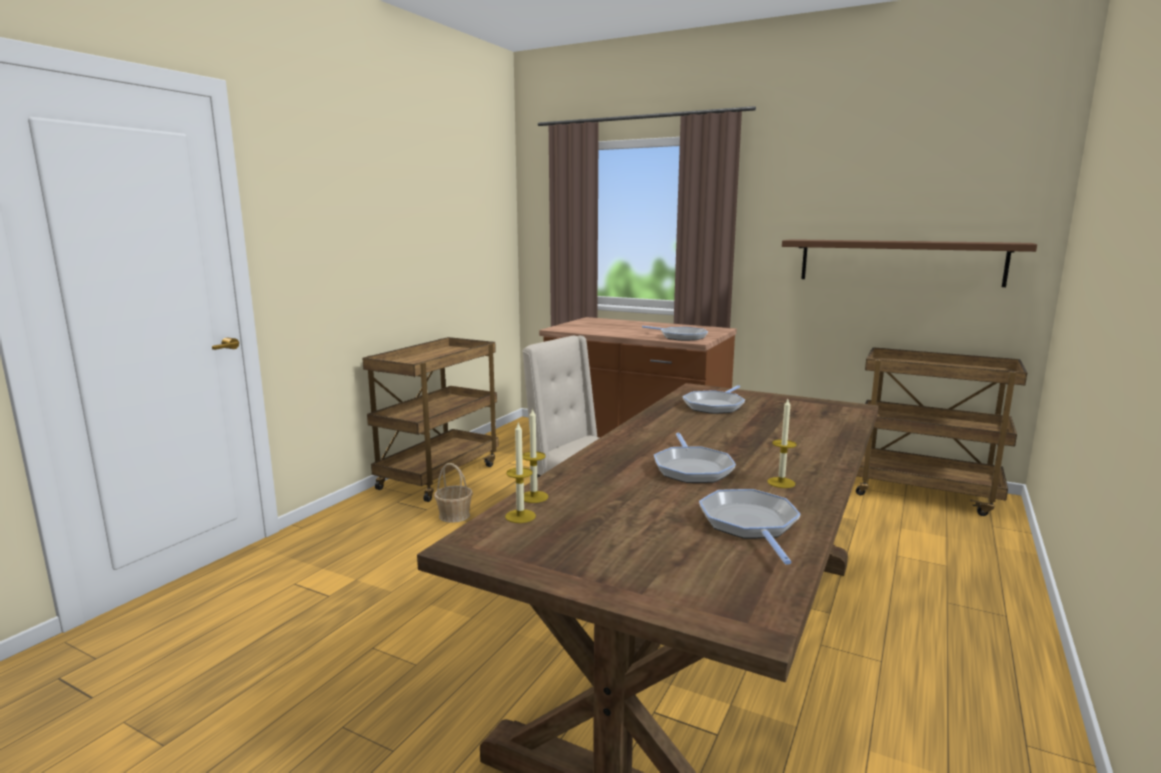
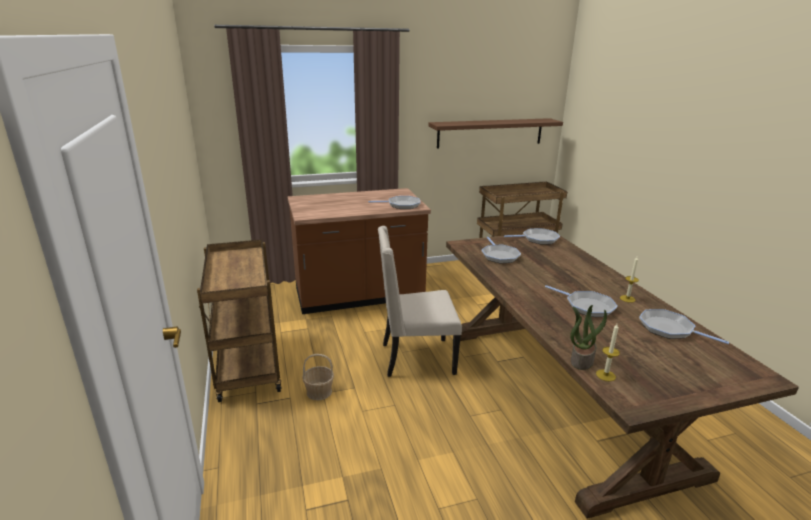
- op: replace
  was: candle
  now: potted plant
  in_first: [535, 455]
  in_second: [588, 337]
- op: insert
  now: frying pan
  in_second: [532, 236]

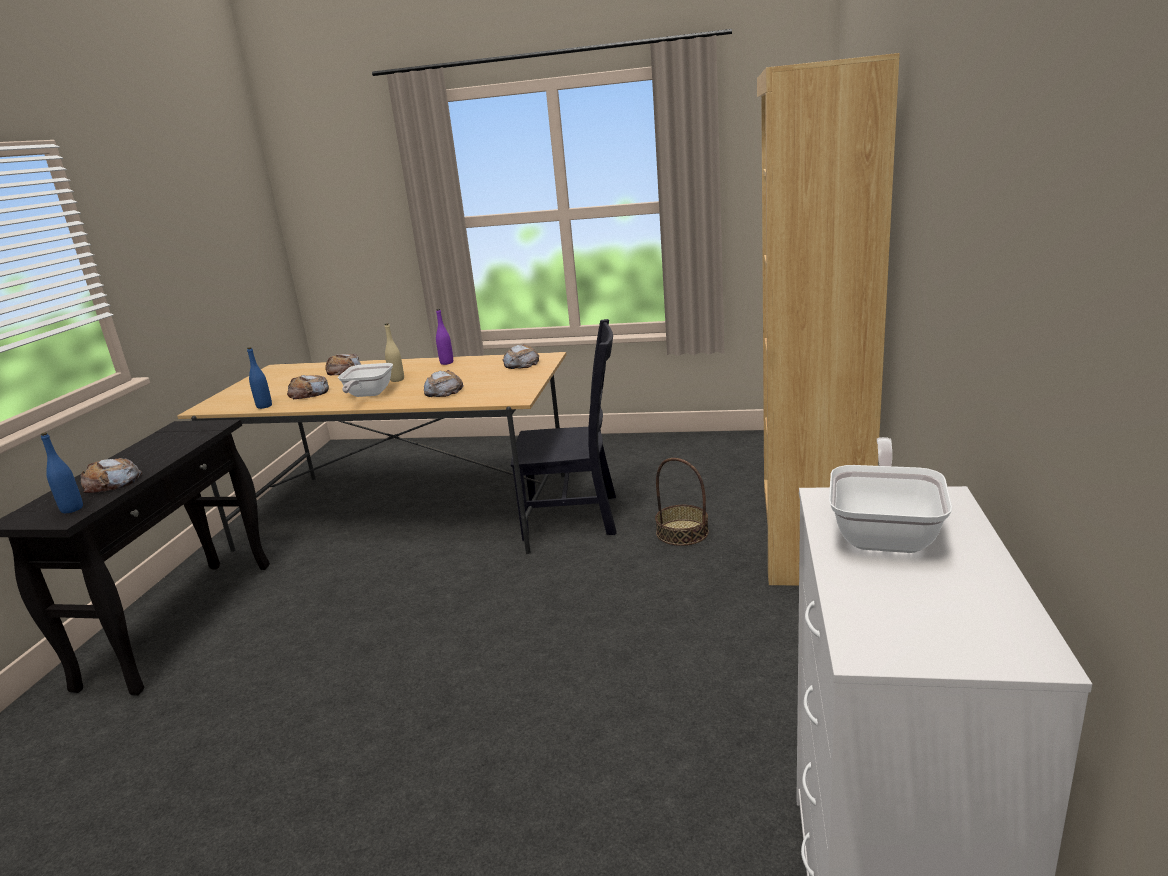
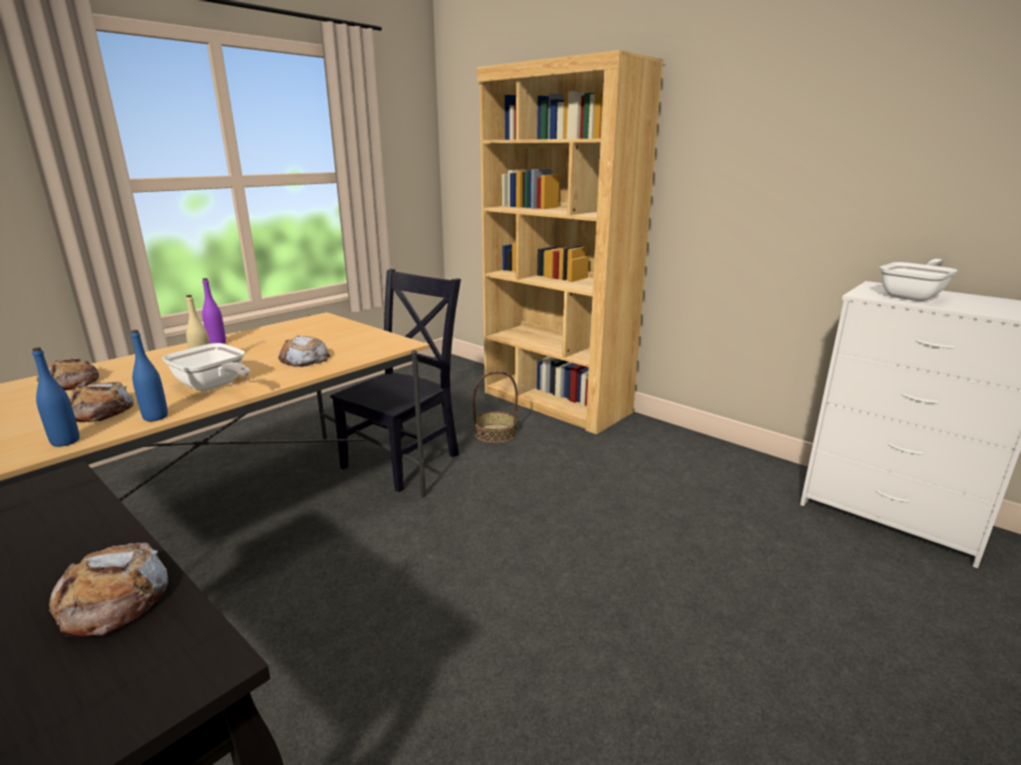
- op: move
  was: blue bottle
  in_first: [62, 472]
  in_second: [149, 375]
- op: delete
  was: bread
  in_first: [521, 356]
- op: rotate
  was: frying pan
  in_first: [890, 495]
  in_second: [918, 280]
  clockwise: 90

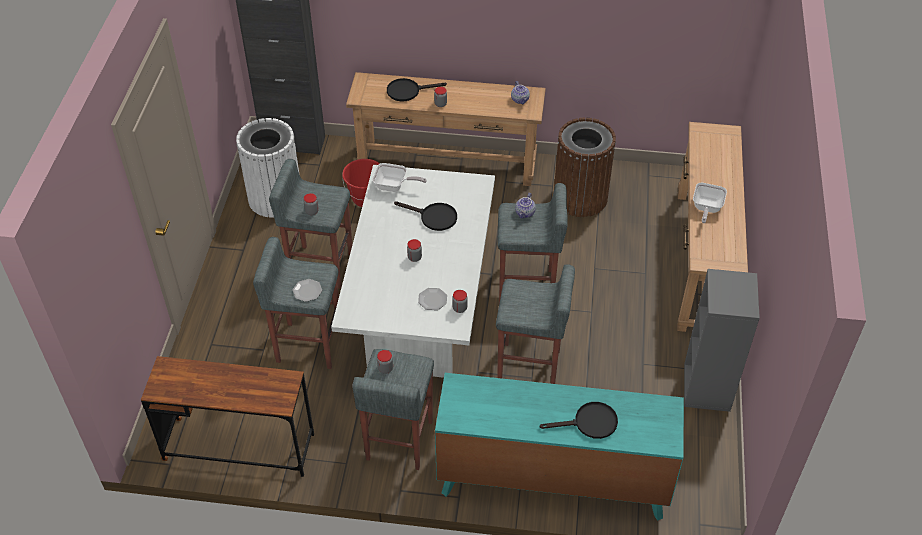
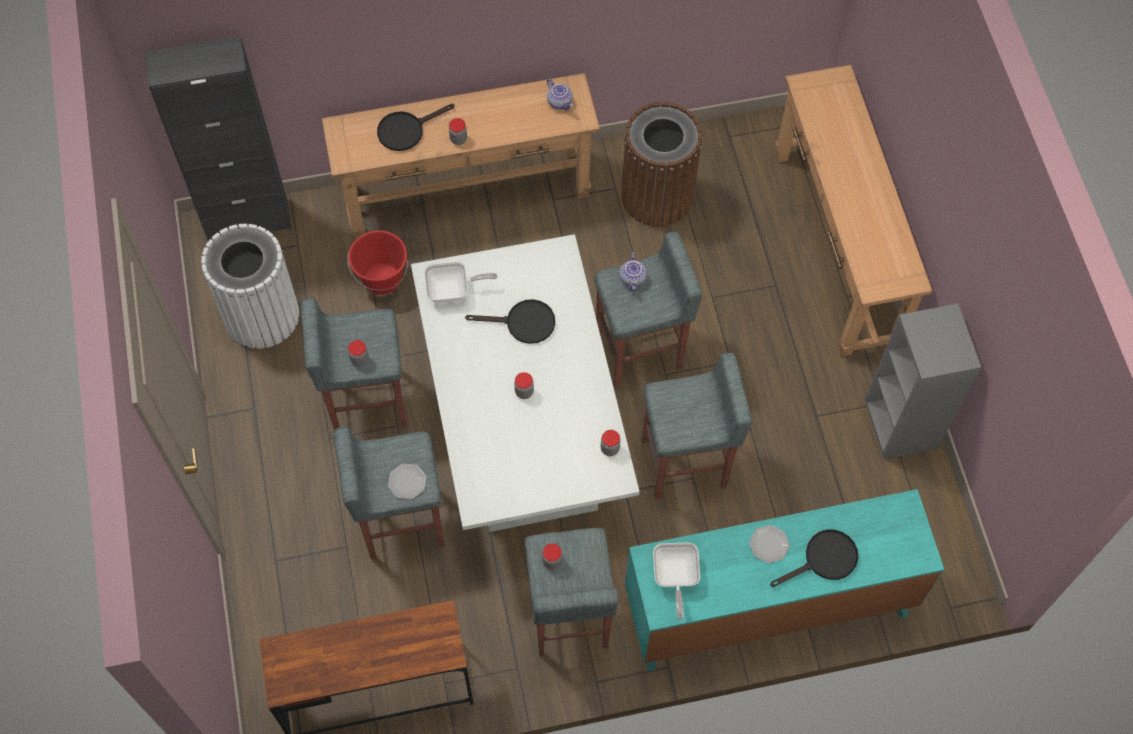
- op: move
  was: plate
  in_first: [432, 299]
  in_second: [769, 544]
- op: move
  was: frying pan
  in_first: [710, 203]
  in_second: [676, 581]

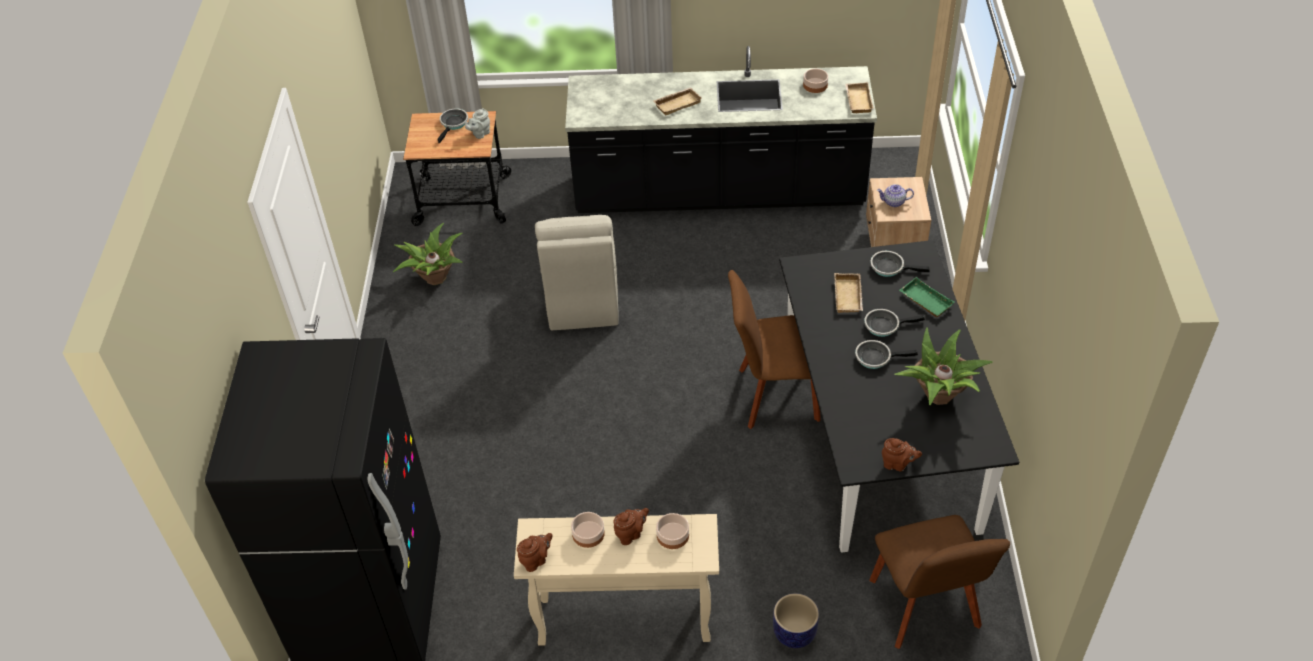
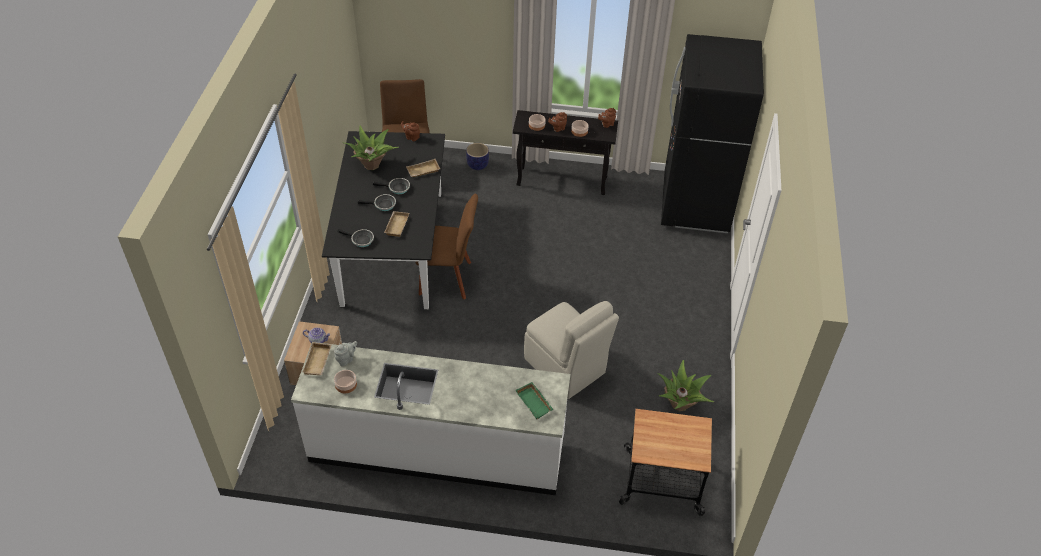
- op: delete
  was: frying pan
  in_first: [453, 126]
- op: move
  was: grey teapot
  in_first: [477, 123]
  in_second: [345, 354]
- op: recolor
  was: beige console table
  now: black console table
  in_first: [616, 580]
  in_second: [565, 152]
- op: rotate
  was: beige chair
  in_first: [577, 272]
  in_second: [571, 350]
  clockwise: 135
- op: recolor
  was: black counter
  now: white counter
  in_first: [721, 129]
  in_second: [430, 418]
- op: move
  was: beige tray
  in_first: [678, 101]
  in_second: [423, 168]
- op: move
  was: green tray
  in_first: [926, 297]
  in_second: [534, 400]

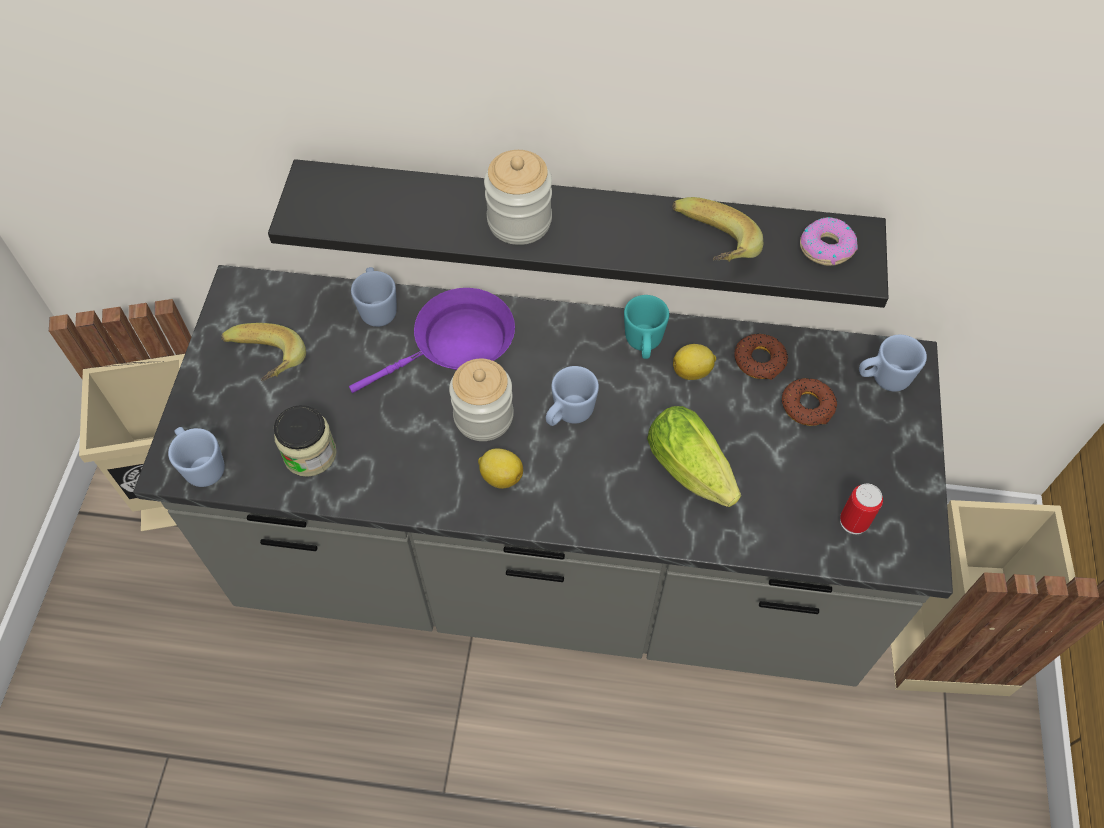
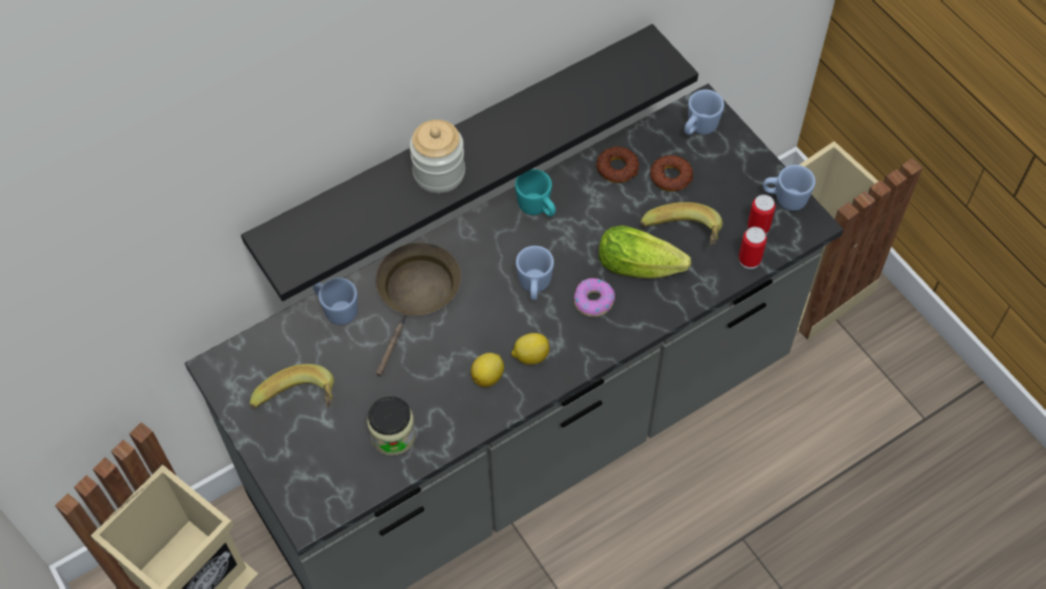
- op: move
  was: blue mug
  in_first: [196, 457]
  in_second: [789, 188]
- op: recolor
  was: purple frying pan
  now: brown frying pan
  in_first: [432, 340]
  in_second: [418, 309]
- op: delete
  was: jar
  in_first: [481, 400]
- op: move
  was: banana
  in_first: [717, 229]
  in_second: [681, 223]
- op: move
  was: lemon
  in_first: [694, 362]
  in_second: [487, 370]
- op: move
  was: donut
  in_first: [829, 241]
  in_second: [594, 297]
- op: insert
  now: can
  in_second: [753, 248]

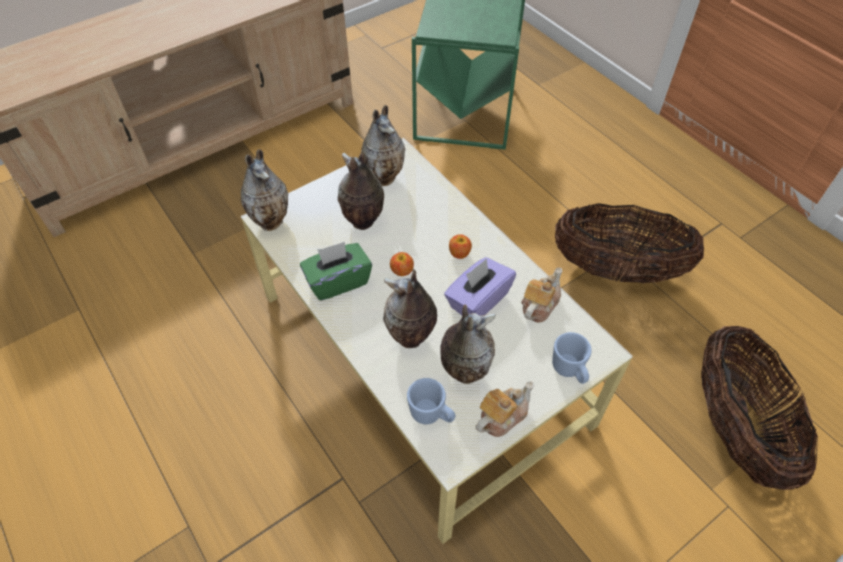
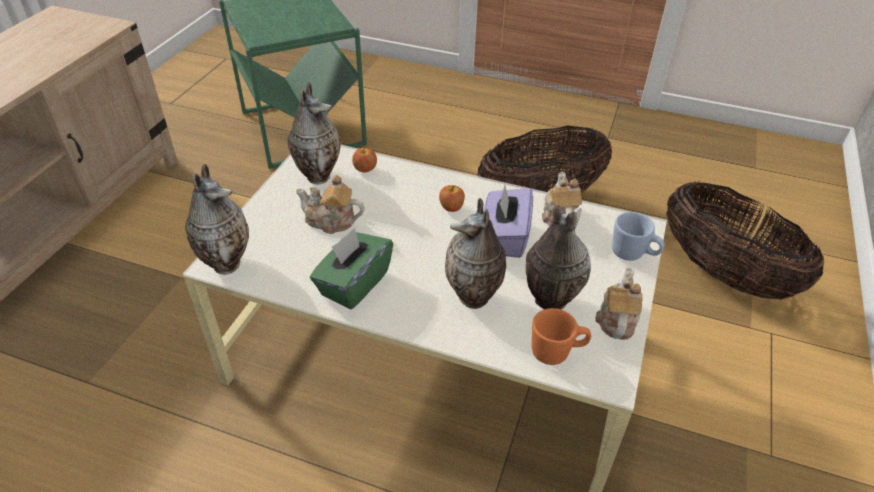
- op: replace
  was: vase
  now: teapot
  in_first: [360, 190]
  in_second: [330, 204]
- op: move
  was: apple
  in_first: [402, 264]
  in_second: [364, 159]
- op: recolor
  was: blue mug
  now: orange mug
  in_first: [431, 401]
  in_second: [561, 336]

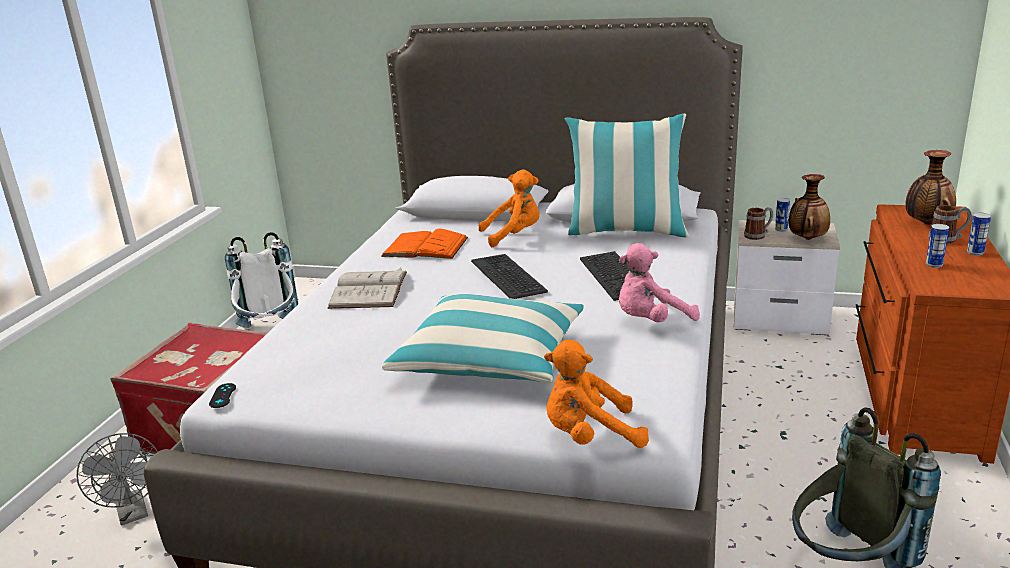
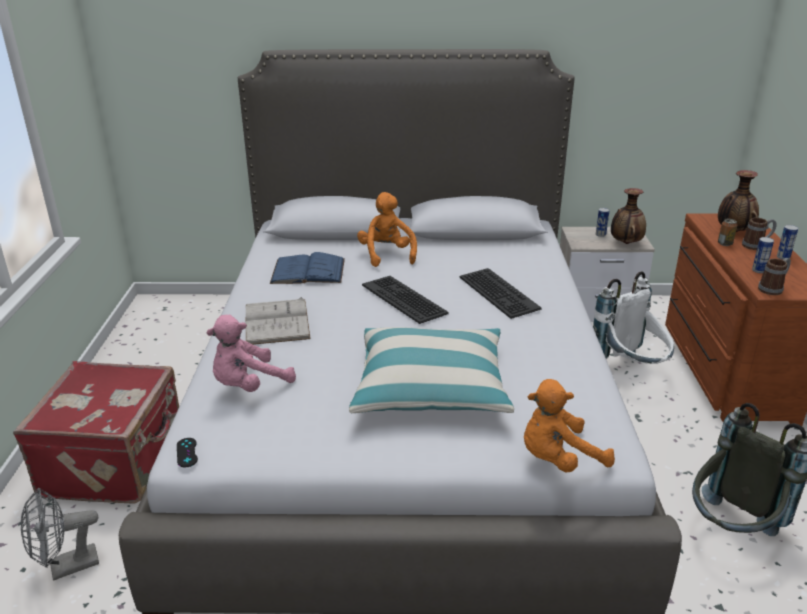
- op: rotate
  was: grey fan
  in_first: [117, 479]
  in_second: [60, 534]
  clockwise: 105
- op: move
  was: white backpack
  in_first: [261, 280]
  in_second: [633, 317]
- op: recolor
  was: orange book
  now: blue book
  in_first: [424, 244]
  in_second: [307, 268]
- op: rotate
  was: orange plush toy
  in_first: [509, 208]
  in_second: [387, 229]
  clockwise: -75
- op: delete
  was: pillow
  in_first: [627, 175]
- op: move
  was: pink plush toy
  in_first: [659, 282]
  in_second: [251, 353]
- op: move
  was: mug
  in_first: [758, 223]
  in_second: [774, 276]
- op: insert
  now: can
  in_second: [727, 232]

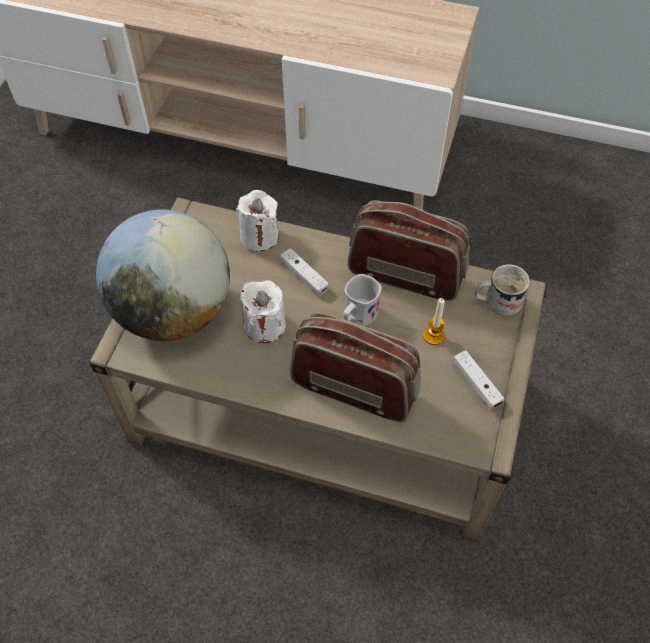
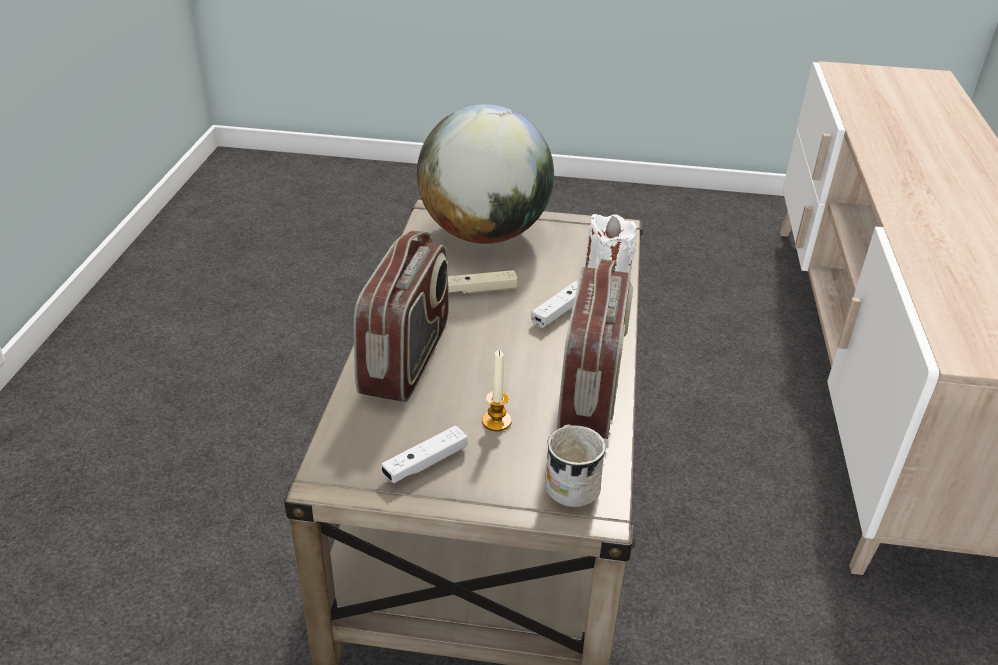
- op: replace
  was: white candle
  now: beige game controller
  in_first: [263, 311]
  in_second: [483, 282]
- op: delete
  was: white mug
  in_first: [362, 300]

